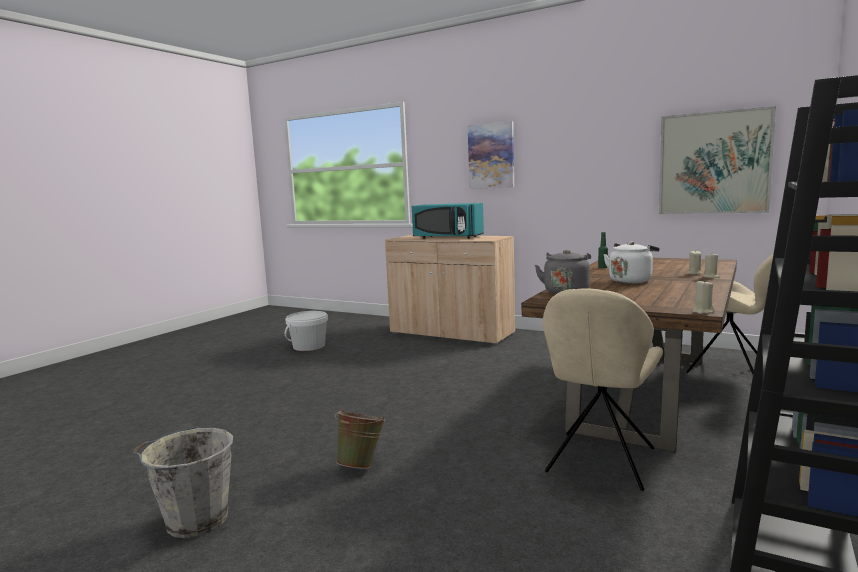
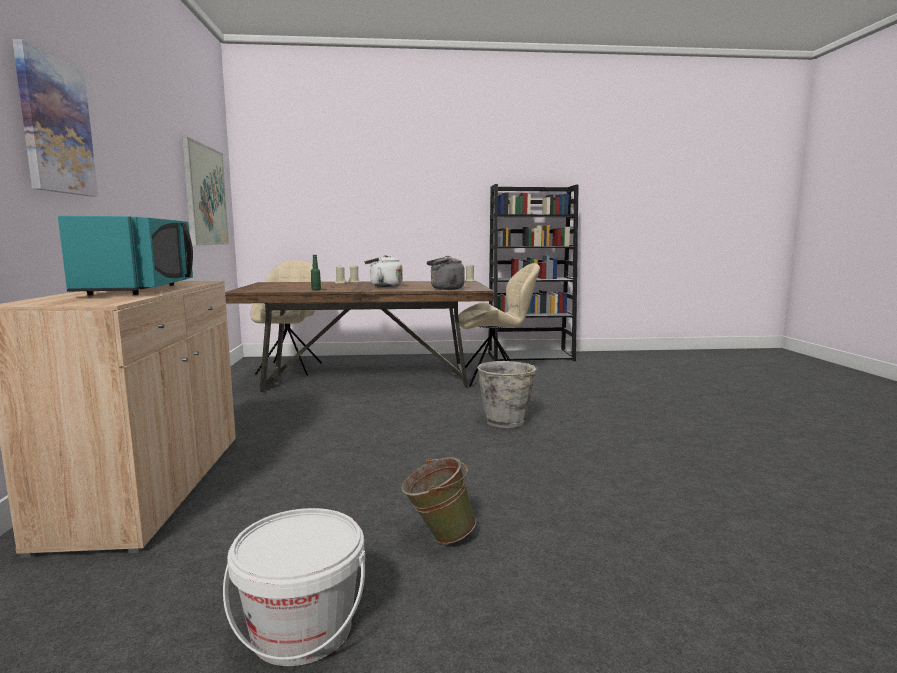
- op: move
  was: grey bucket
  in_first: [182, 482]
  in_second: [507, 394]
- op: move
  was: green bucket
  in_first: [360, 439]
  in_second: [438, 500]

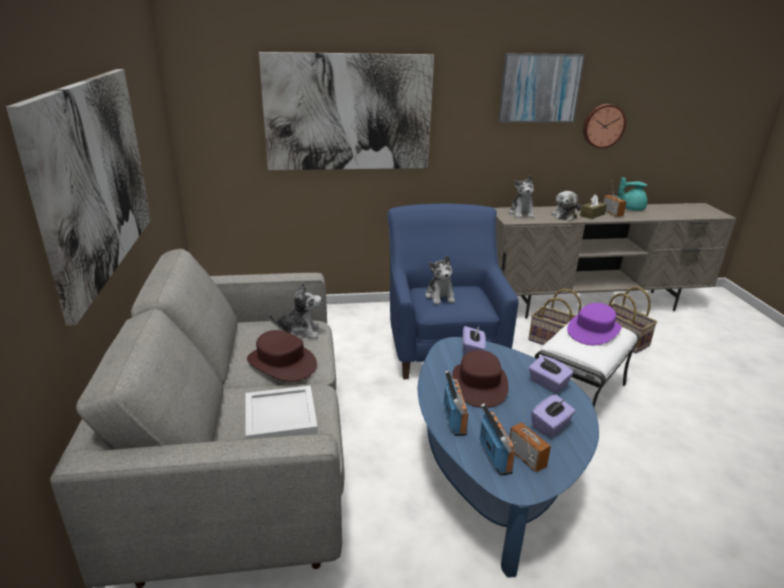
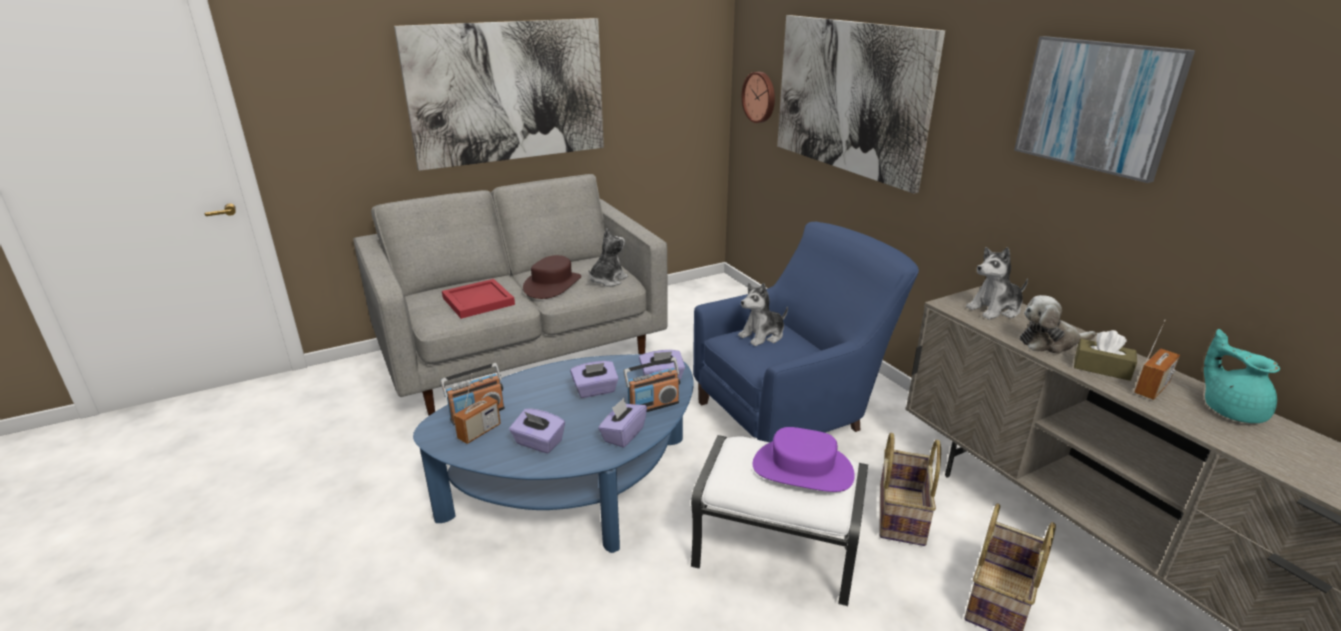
- op: recolor
  was: white tray
  now: red tray
  in_first: [282, 412]
  in_second: [478, 299]
- op: rotate
  was: plush toy
  in_first: [295, 310]
  in_second: [608, 258]
  clockwise: -120
- op: move
  was: radio
  in_first: [456, 403]
  in_second: [651, 384]
- op: replace
  was: brown hat
  now: purple tissue box
  in_first: [480, 379]
  in_second: [594, 379]
- op: move
  was: wall clock
  in_first: [604, 126]
  in_second: [758, 97]

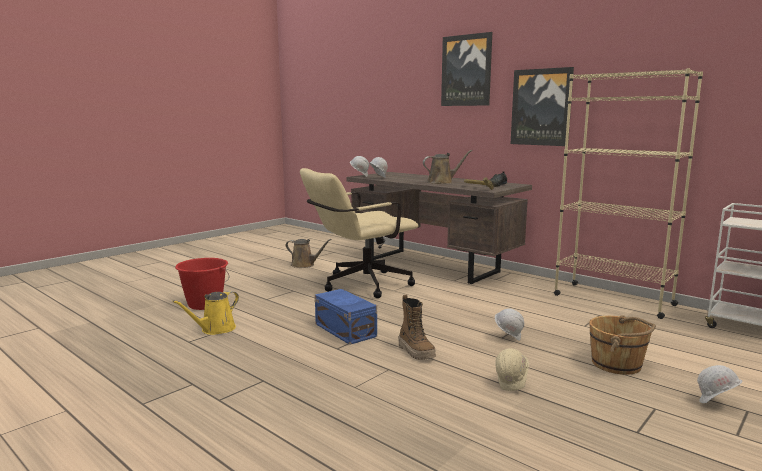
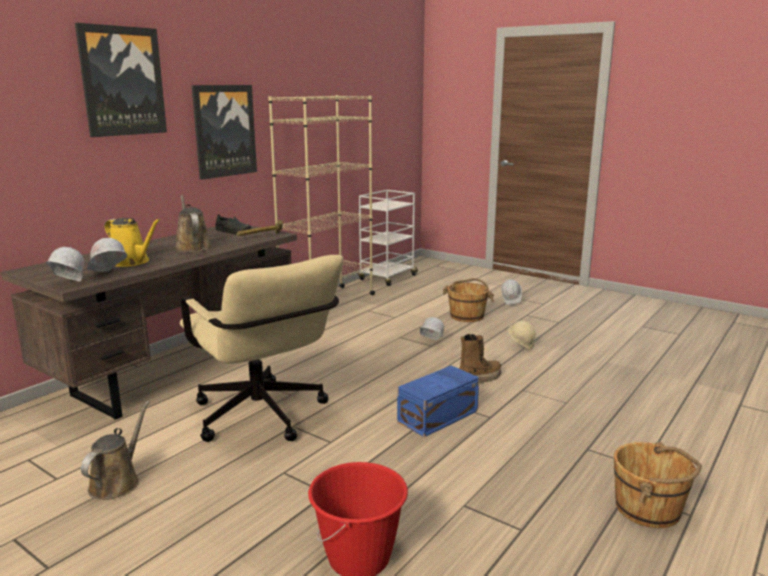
- op: move
  was: yellow watering can
  in_first: [205, 313]
  in_second: [132, 242]
- op: insert
  now: brown bucket
  in_second: [658, 485]

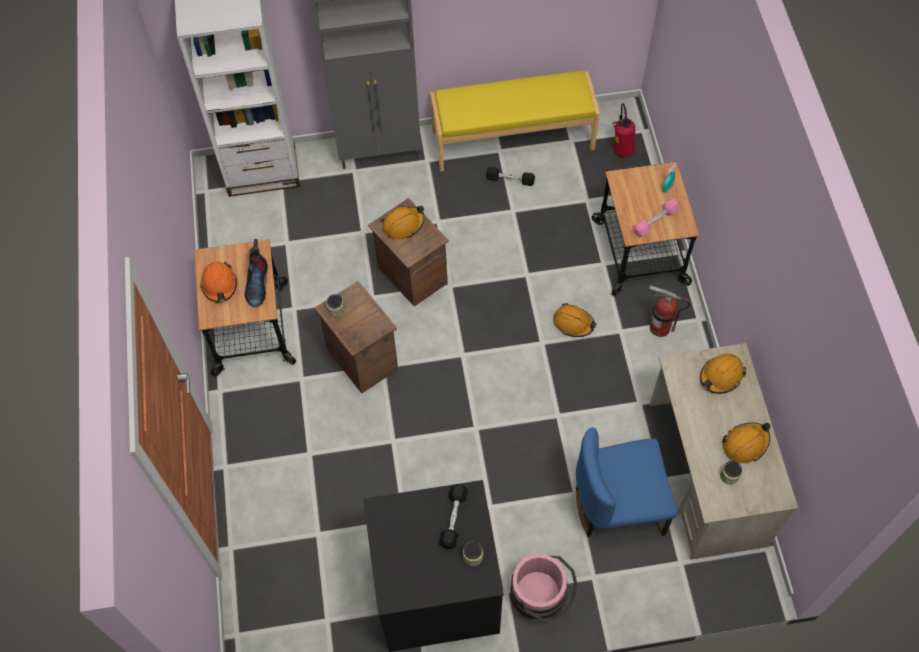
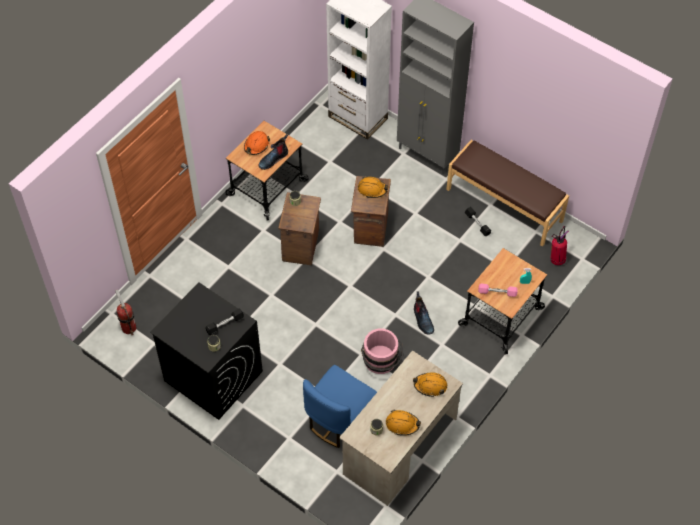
- op: recolor
  was: yellow bench
  now: brown bench
  in_first: [515, 121]
  in_second: [507, 193]
- op: move
  was: pink bucket
  in_first: [544, 587]
  in_second: [382, 351]
- op: replace
  was: orange hard hat
  now: boot
  in_first: [575, 320]
  in_second: [424, 313]
- op: rotate
  was: blue chair
  in_first: [627, 482]
  in_second: [340, 406]
  clockwise: -90
- op: move
  was: fire extinguisher
  in_first: [669, 311]
  in_second: [125, 312]

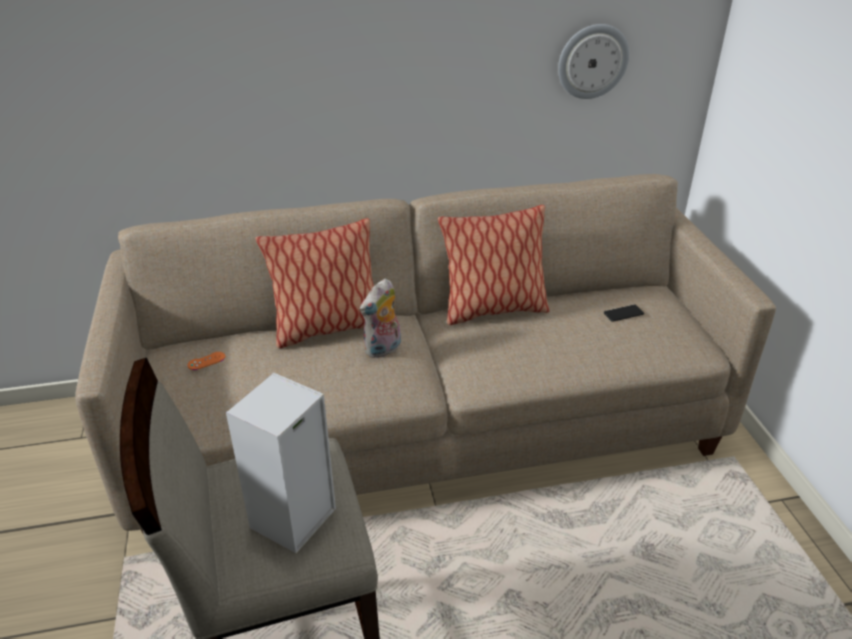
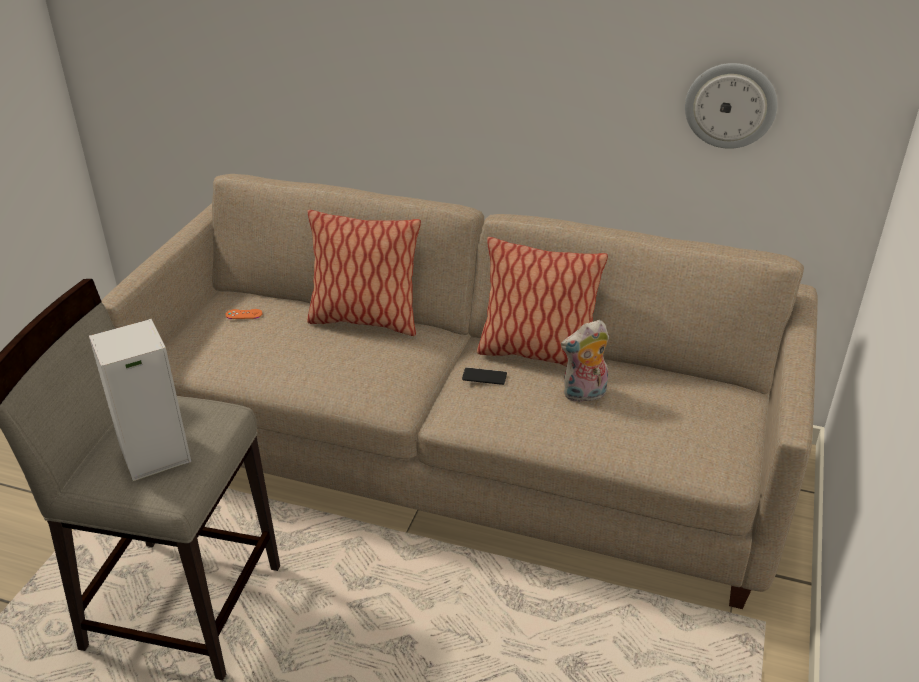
- op: move
  was: plush toy
  in_first: [380, 318]
  in_second: [585, 361]
- op: move
  was: phone
  in_first: [624, 313]
  in_second: [484, 376]

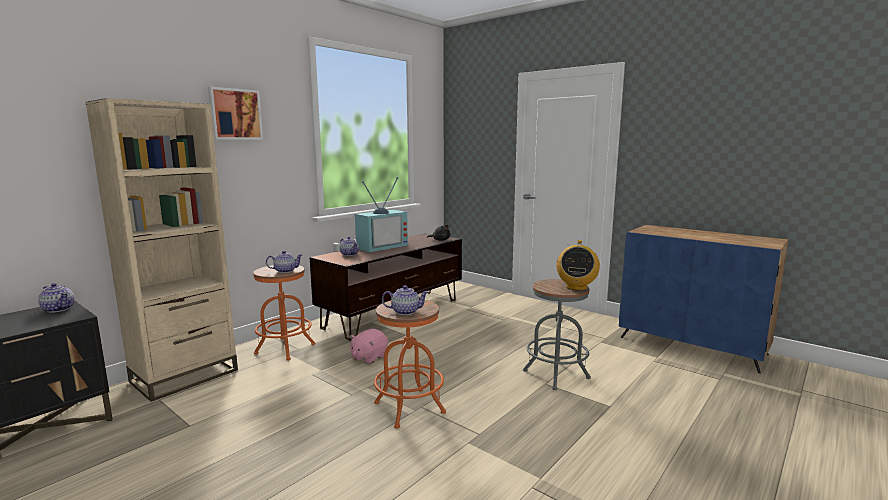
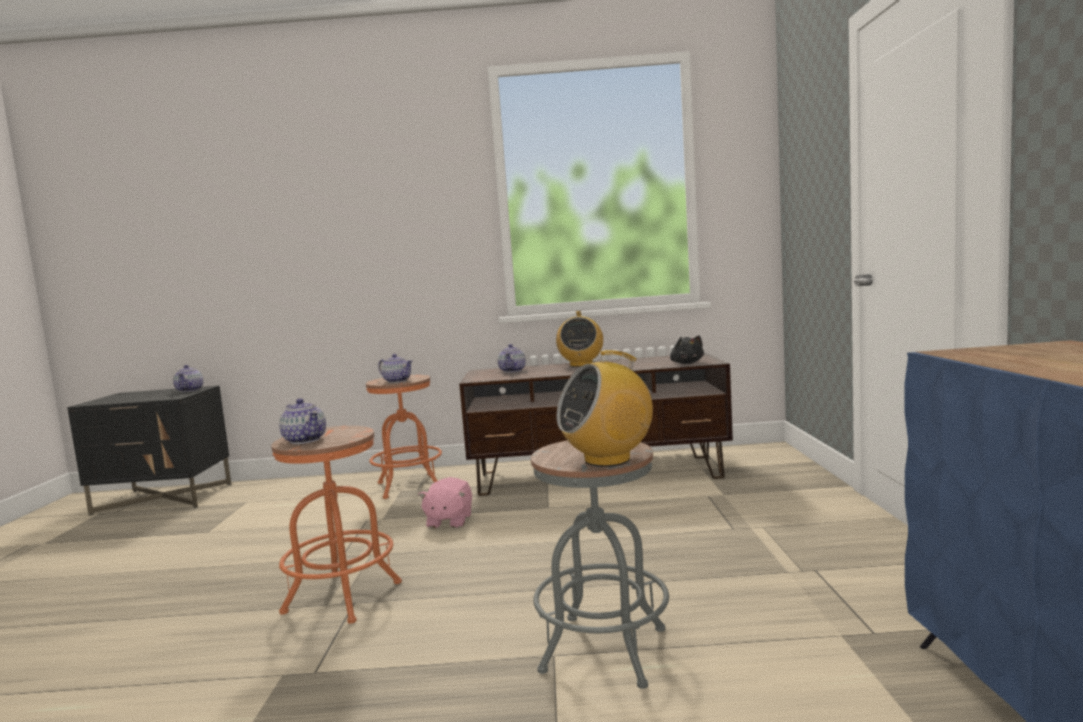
- op: delete
  was: beige bookcase
  in_first: [161, 250]
- op: delete
  was: picture
  in_first: [235, 113]
- op: rotate
  was: pink plush toy
  in_first: [368, 346]
  in_second: [445, 502]
  clockwise: -75
- op: replace
  was: television
  now: radio
  in_first: [381, 215]
  in_second: [579, 339]

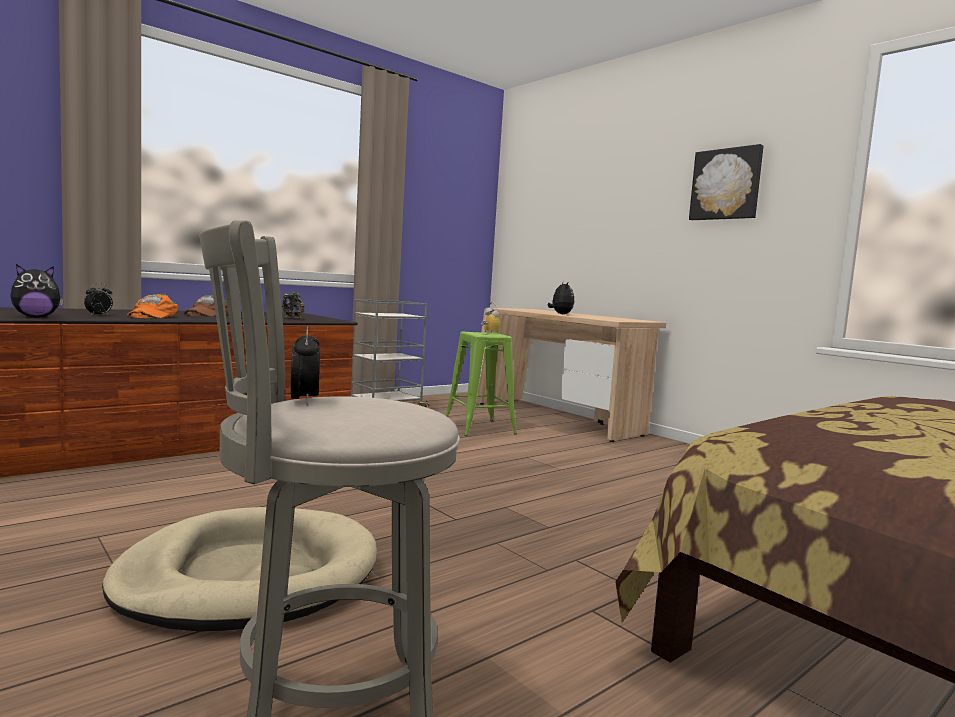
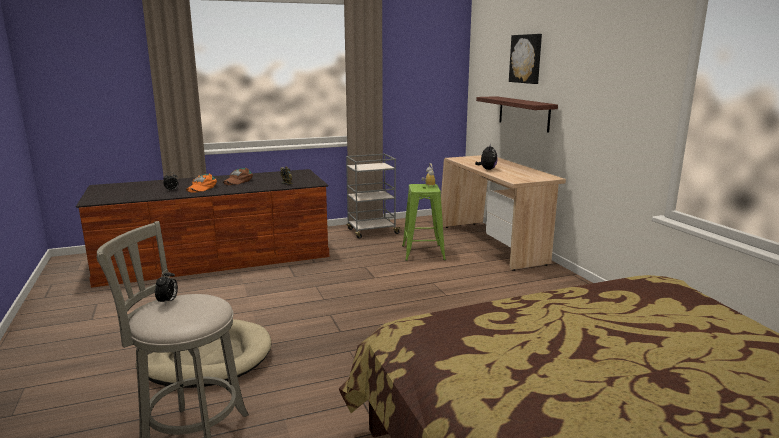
- op: delete
  was: plush toy
  in_first: [37, 291]
- op: move
  was: picture
  in_first: [726, 182]
  in_second: [525, 59]
- op: insert
  now: shelf
  in_second: [517, 114]

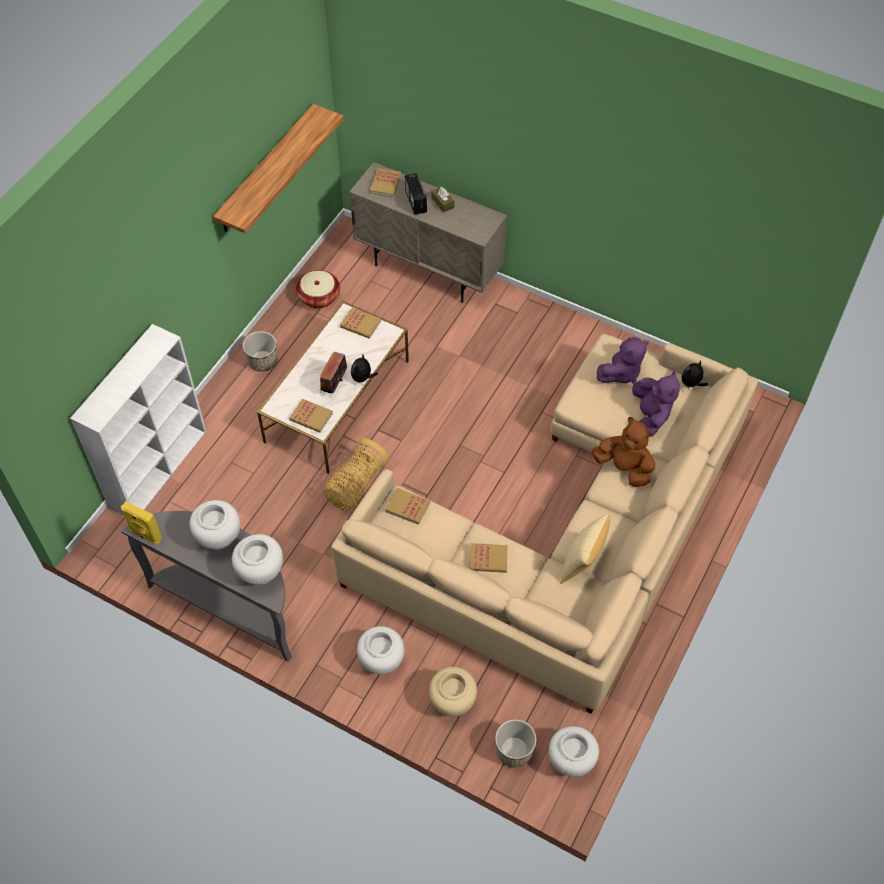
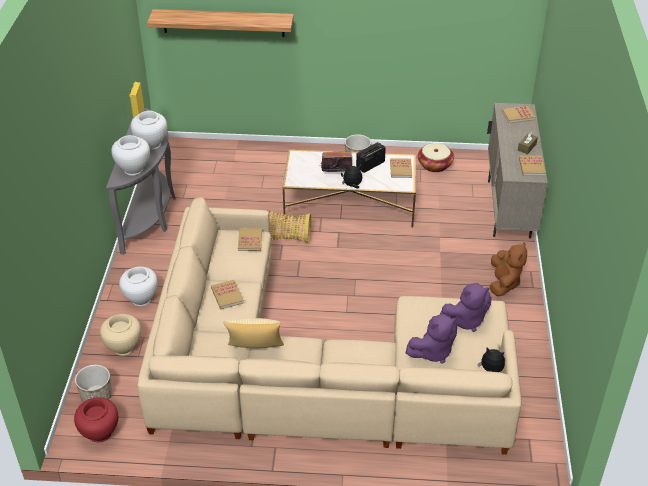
- op: delete
  was: white bookcase
  in_first: [138, 420]
- op: move
  was: shelf
  in_first: [278, 169]
  in_second: [220, 23]
- op: move
  was: book
  in_first: [311, 416]
  in_second: [532, 165]
- op: move
  was: radio
  in_first: [416, 194]
  in_second: [371, 157]
- op: recolor
  was: white vase
  now: red vase
  in_first: [574, 751]
  in_second: [96, 419]
- op: move
  was: brown plush toy
  in_first: [623, 452]
  in_second: [508, 269]
- op: rotate
  was: purple plush toy
  in_first: [623, 360]
  in_second: [466, 307]
  clockwise: -45

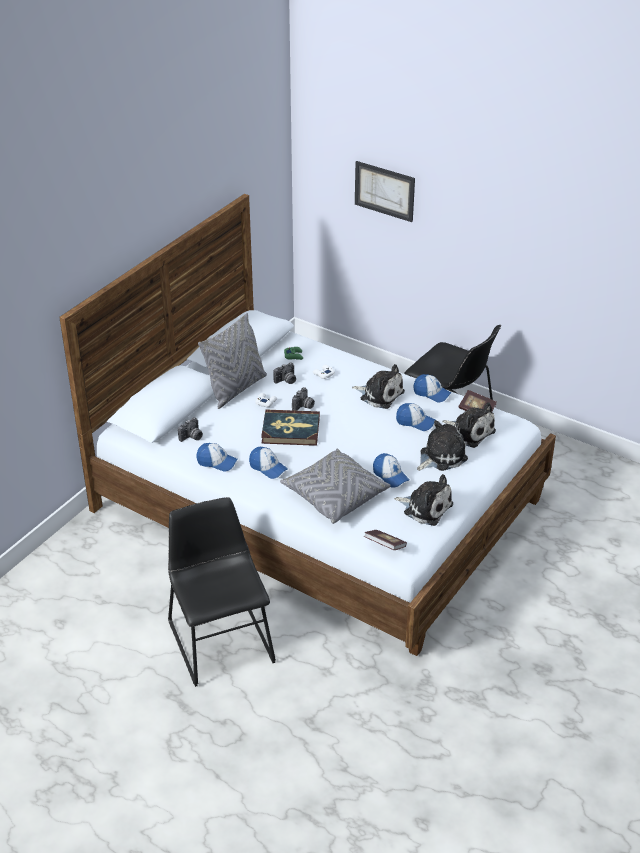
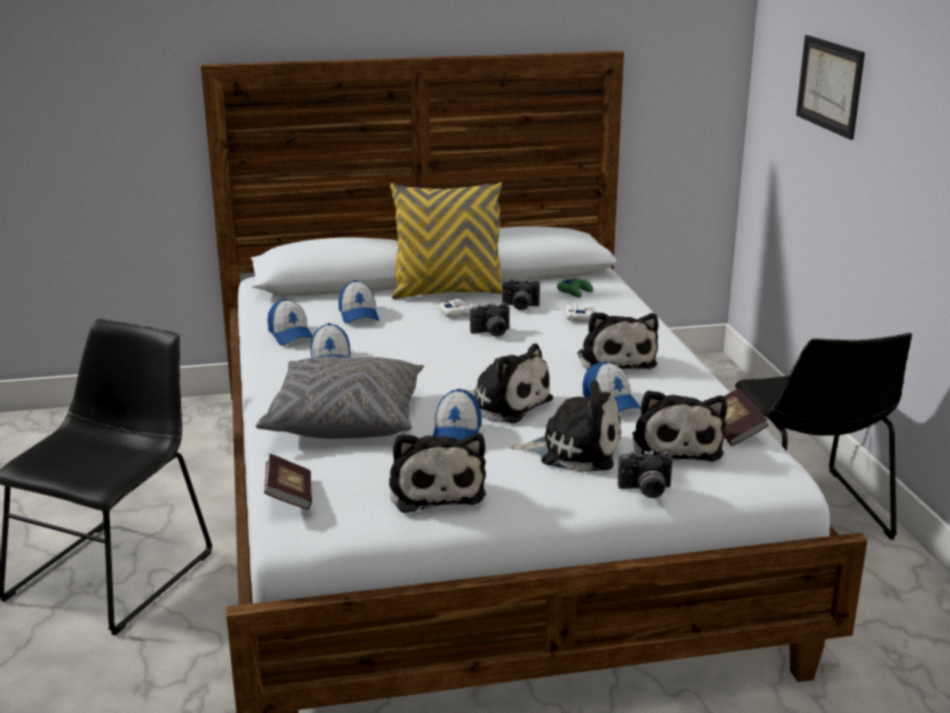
- op: move
  was: photo camera
  in_first: [190, 429]
  in_second: [645, 474]
- op: recolor
  was: grey pillow
  now: yellow pillow
  in_first: [232, 361]
  in_second: [446, 240]
- op: delete
  was: book
  in_first: [290, 428]
- op: move
  was: cap
  in_first: [432, 388]
  in_second: [358, 302]
- op: insert
  now: plush toy
  in_second: [507, 383]

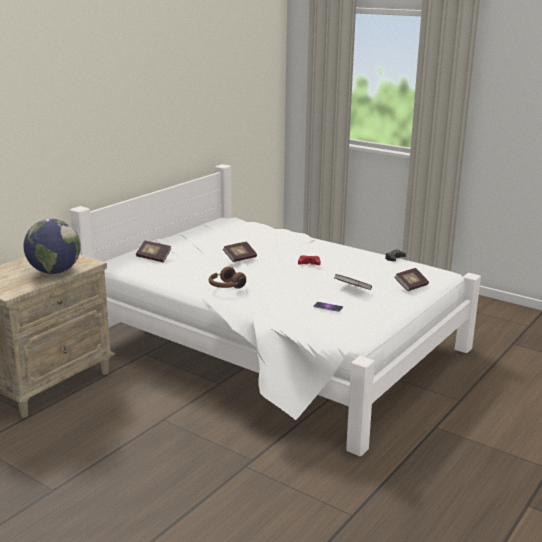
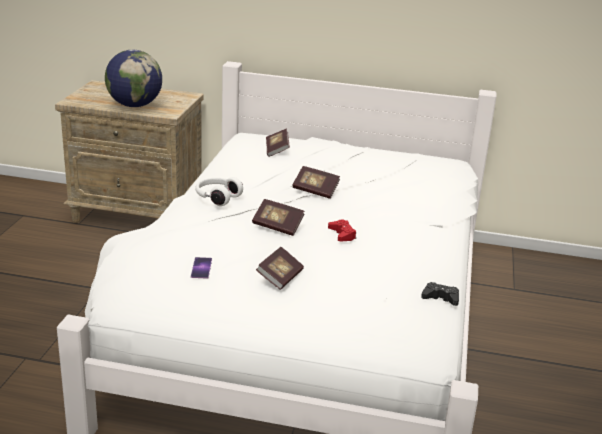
- op: recolor
  was: brown headphones
  now: white headphones
  in_first: [227, 277]
  in_second: [219, 191]
- op: move
  was: book
  in_first: [411, 279]
  in_second: [278, 217]

